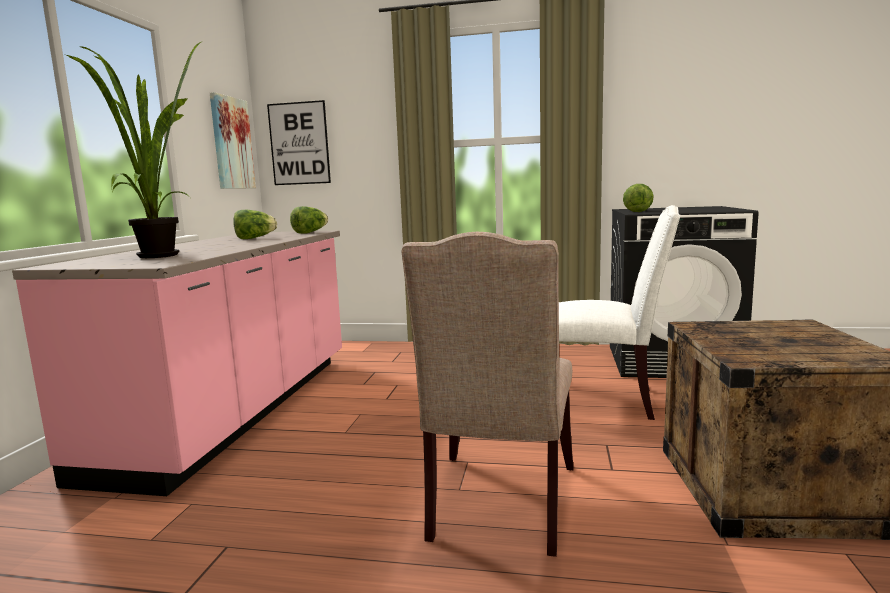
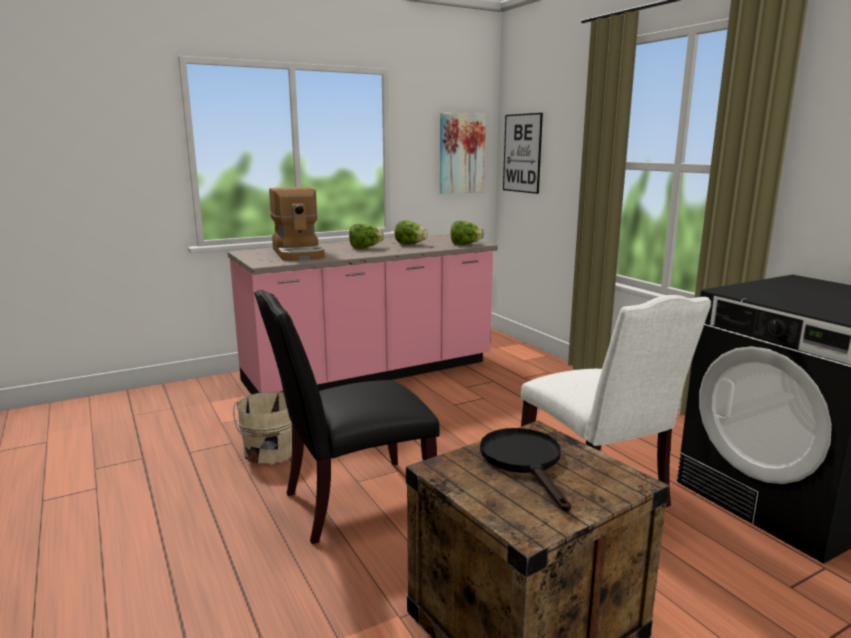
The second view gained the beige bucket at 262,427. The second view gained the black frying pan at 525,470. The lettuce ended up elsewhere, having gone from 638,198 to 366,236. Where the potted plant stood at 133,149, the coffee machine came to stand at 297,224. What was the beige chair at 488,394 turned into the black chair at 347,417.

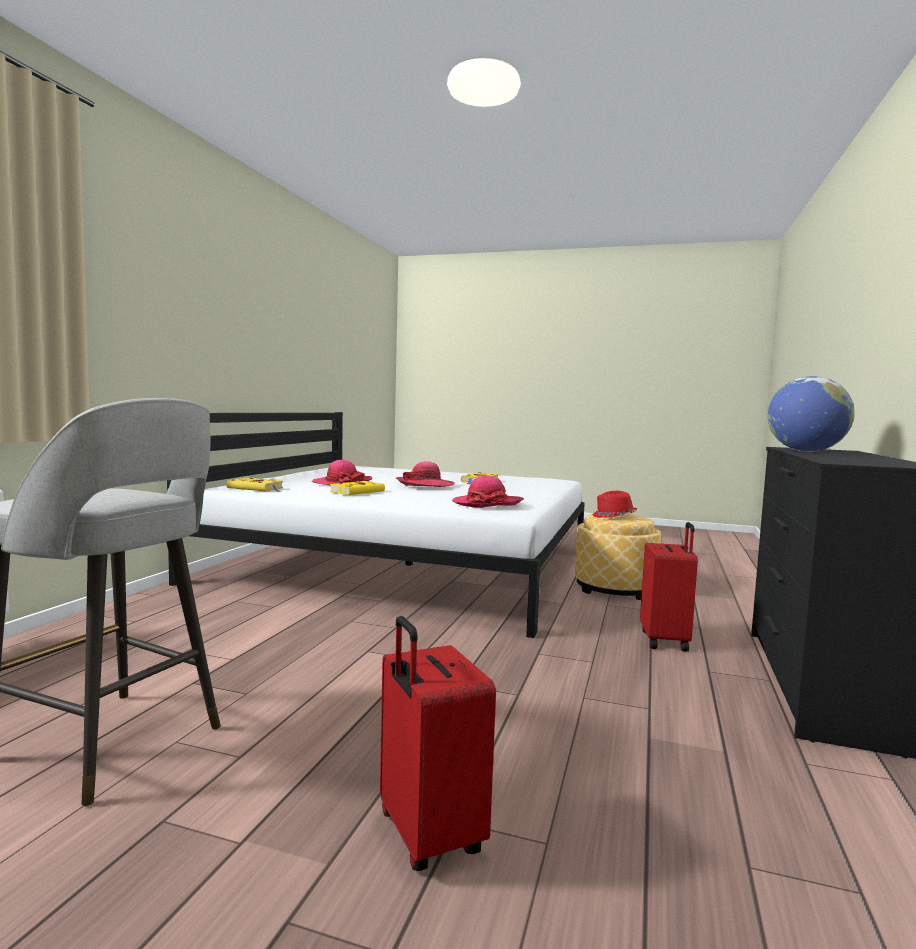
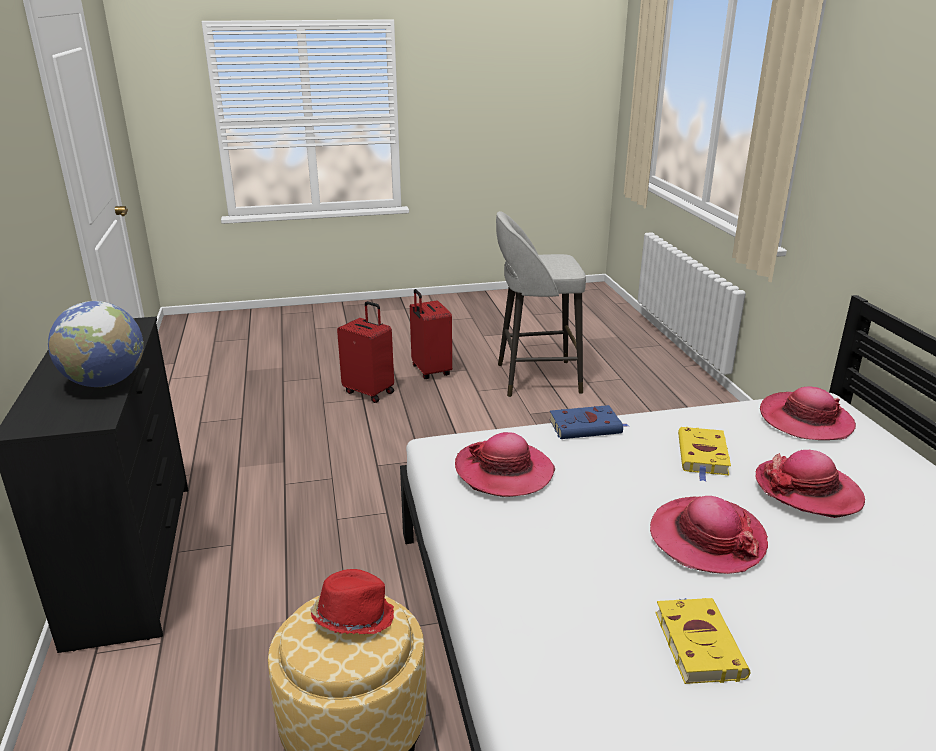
The second view gained the blue book at 588,422. The red suitcase ended up elsewhere, having gone from 669,587 to 431,334. Where the yellow book stood at 254,484, the hat came to stand at 808,413.

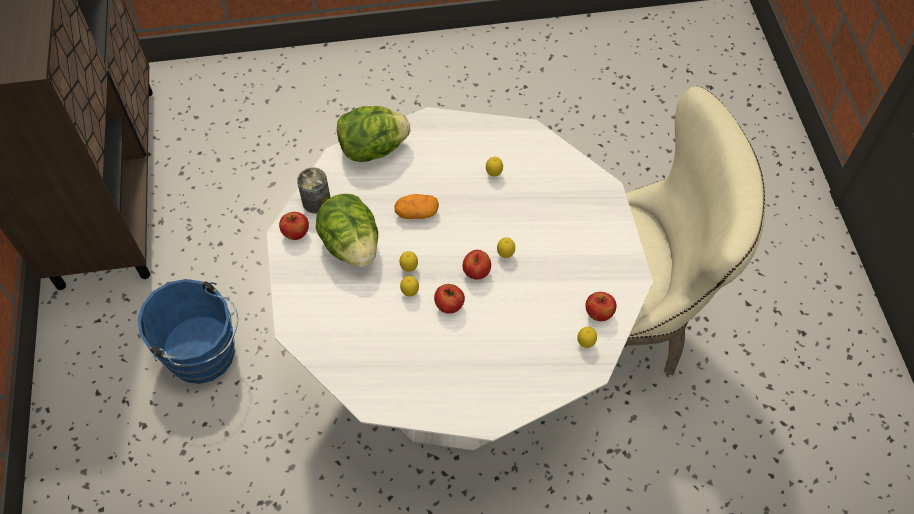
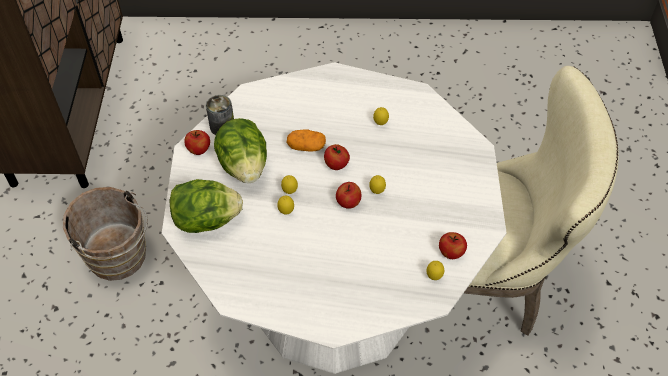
The lettuce ended up elsewhere, having gone from 373,134 to 206,206. The apple ended up elsewhere, having gone from 449,299 to 337,157. What was the blue bucket at 188,331 turned into the brown bucket at 105,234.

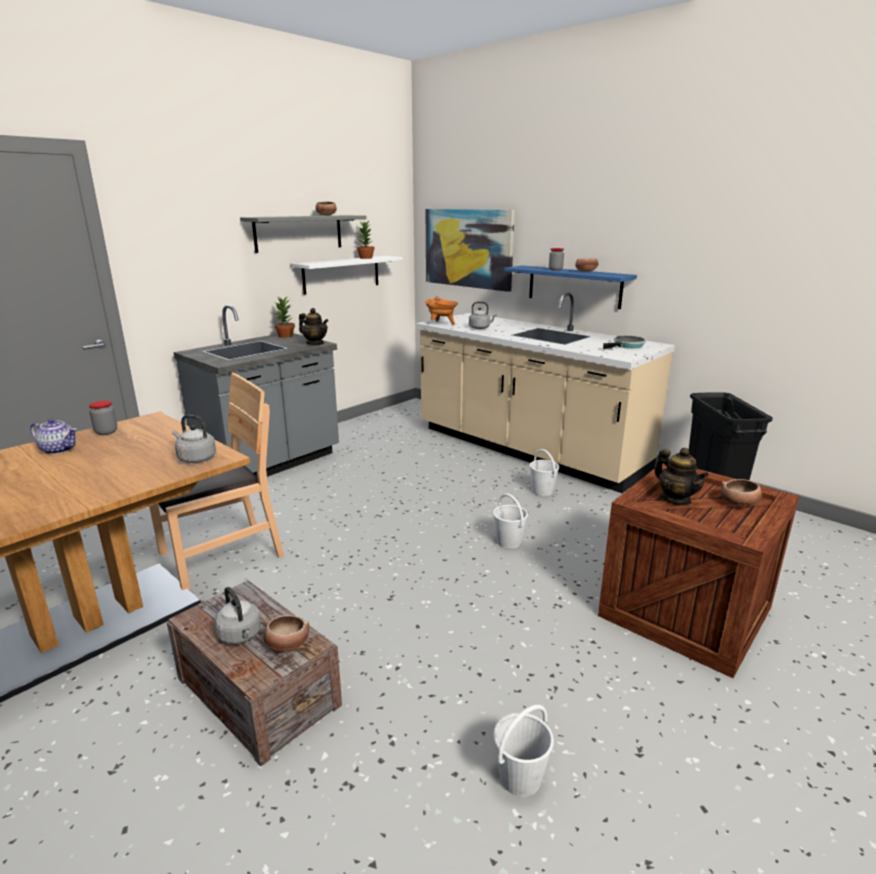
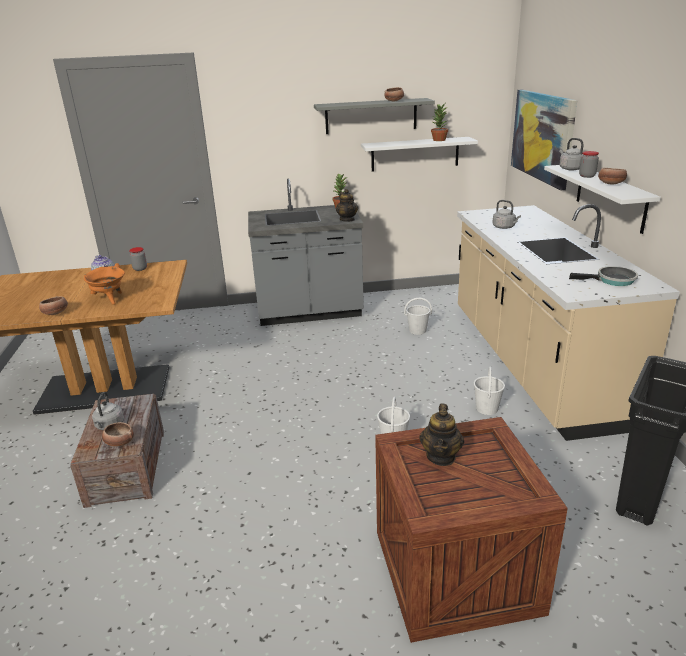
The second view lost the brown chair at 216,482. The grey kettle ended up elsewhere, having gone from 194,439 to 571,154. The orange cooking pot ended up elsewhere, having gone from 441,310 to 104,284. The white bucket ended up elsewhere, having gone from 523,751 to 418,316. The bowl ended up elsewhere, having gone from 741,493 to 53,305. What was the blue shelf at 570,287 turned into the white shelf at 602,199.

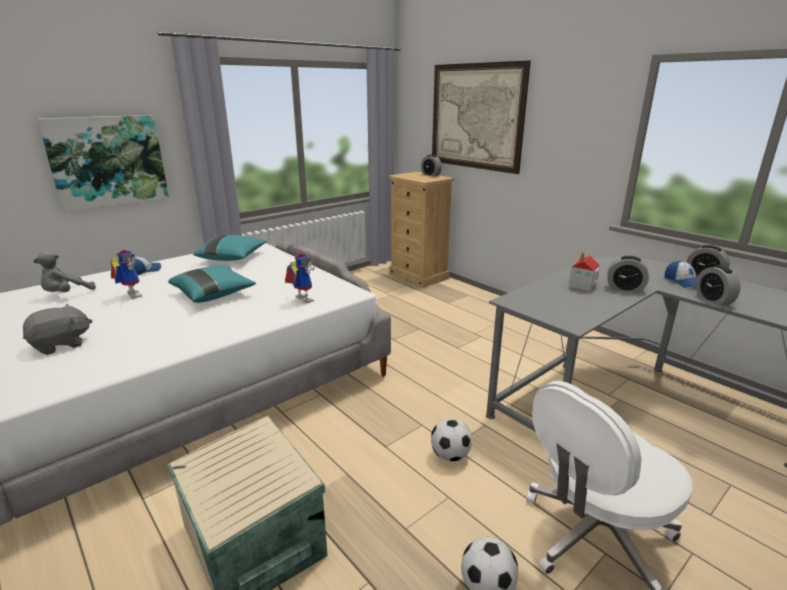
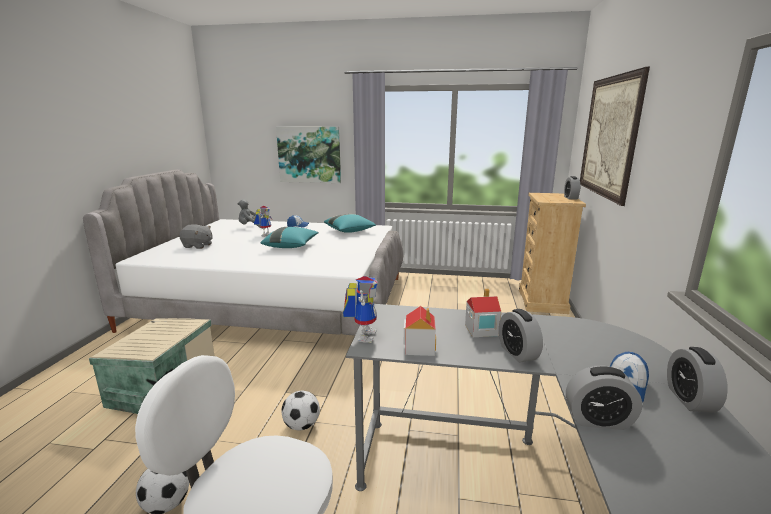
The second view gained the toy house at 420,331. The toy robot ended up elsewhere, having gone from 300,278 to 360,309. The alarm clock at 718,285 ended up facing another way, 120 degrees counterclockwise from before.

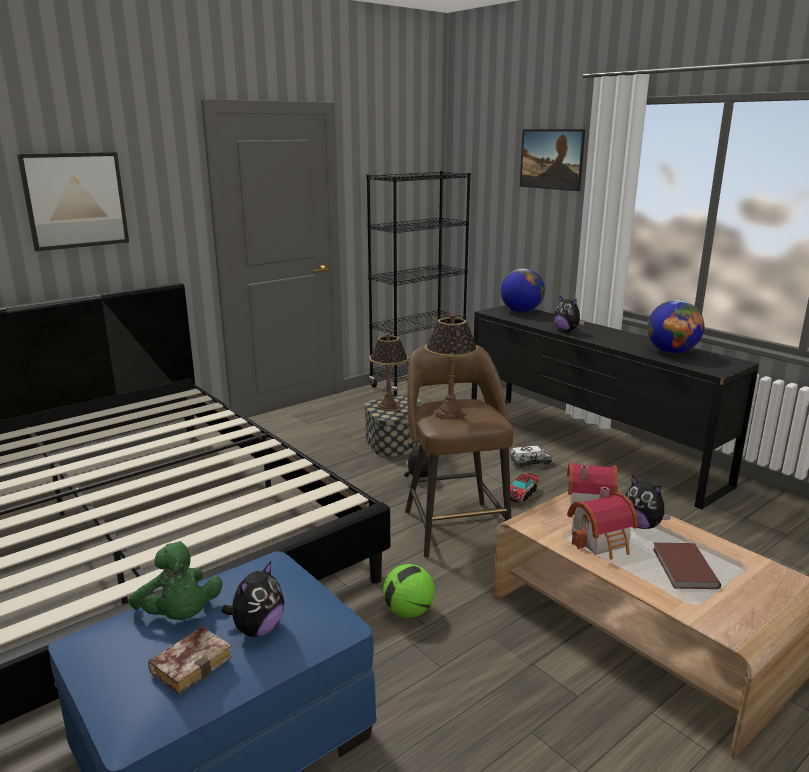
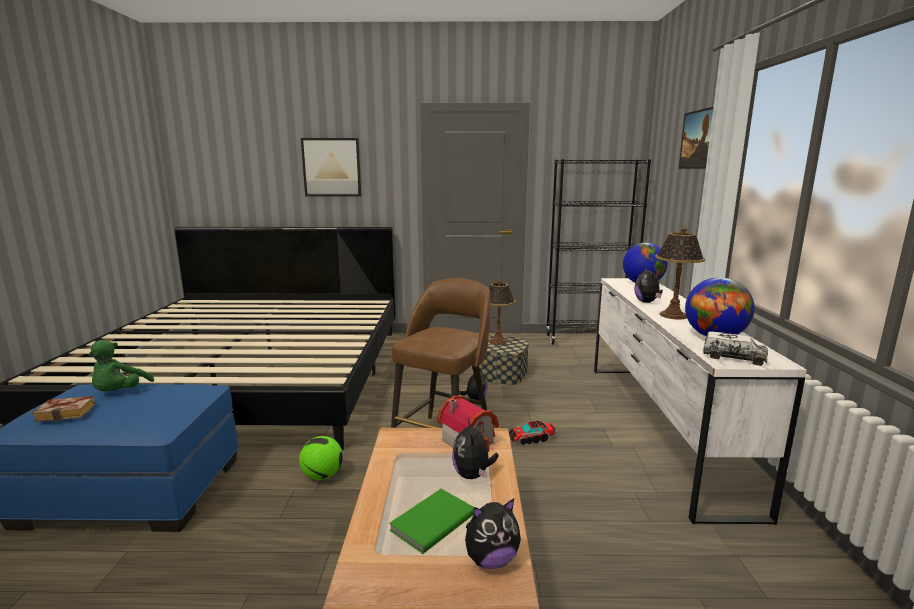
The second view lost the toy house at 602,523. The plush toy ended up elsewhere, having gone from 253,599 to 493,534. The table lamp ended up elsewhere, having gone from 452,366 to 680,273. The toy truck ended up elsewhere, having gone from 531,457 to 735,348. What was the black dresser at 615,407 turned into the white dresser at 700,401. What was the brown book at 687,566 turned into the green book at 431,521.

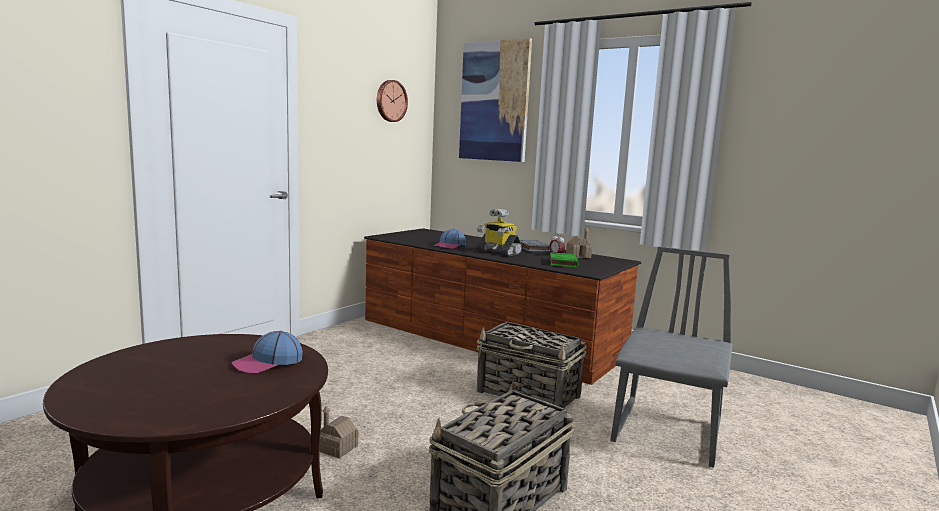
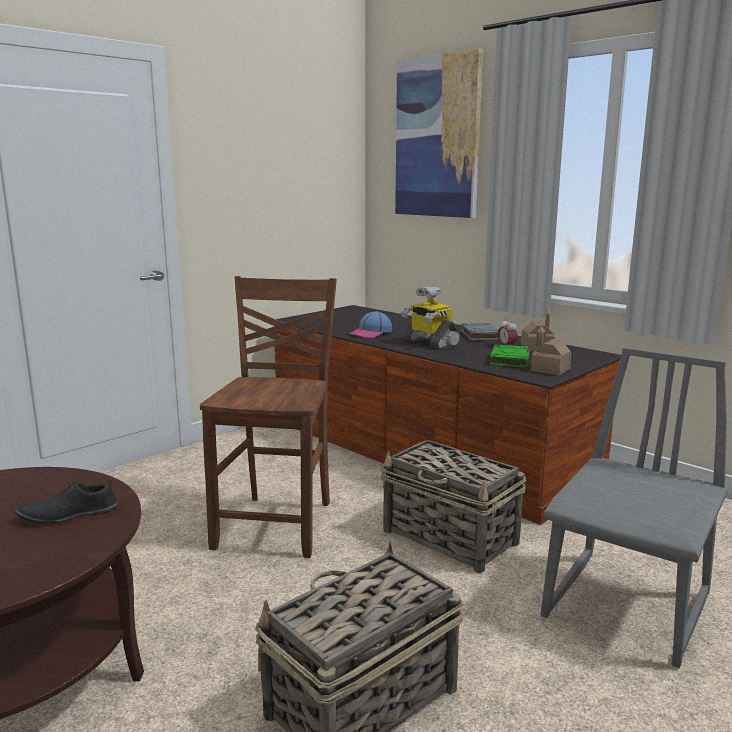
The second view lost the wall clock at 392,101. The second view gained the brown chair at 268,417. The toy house ended up elsewhere, having gone from 339,432 to 551,351. Where the cap stood at 267,351, the black shoe came to stand at 66,500.

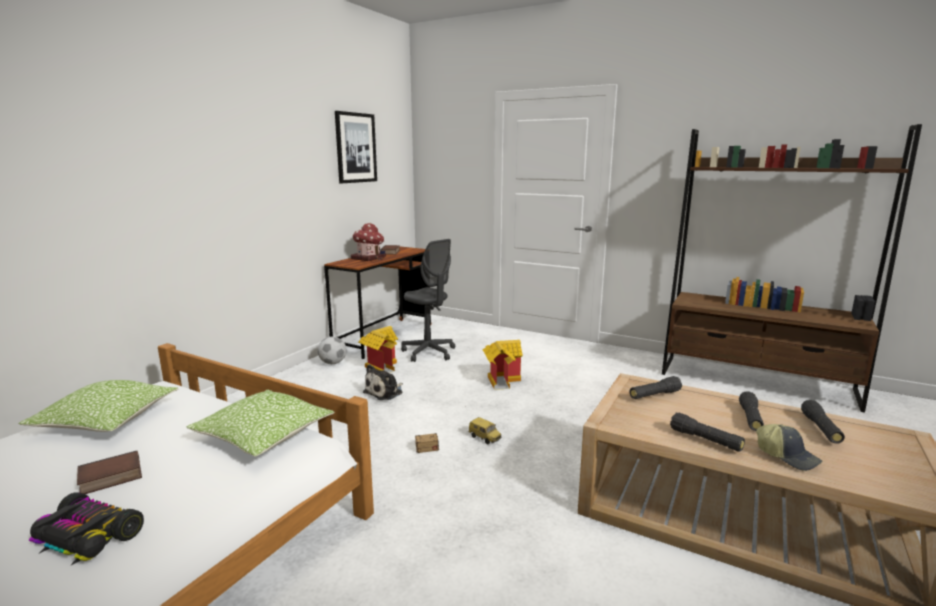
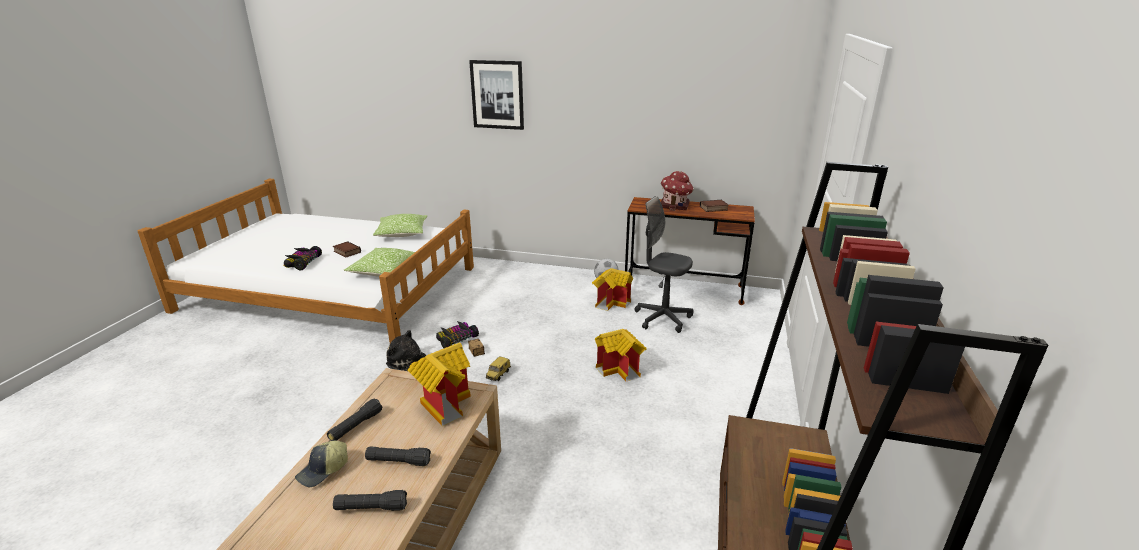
The second view gained the toy car at 457,334. The picture ended up elsewhere, having gone from 356,147 to 496,95. The plush toy ended up elsewhere, having gone from 383,382 to 406,350. Where the black flashlight stood at 656,387, the toy house came to stand at 439,384. The grey office chair at 428,300 ended up facing another way, 90 degrees clockwise from before.

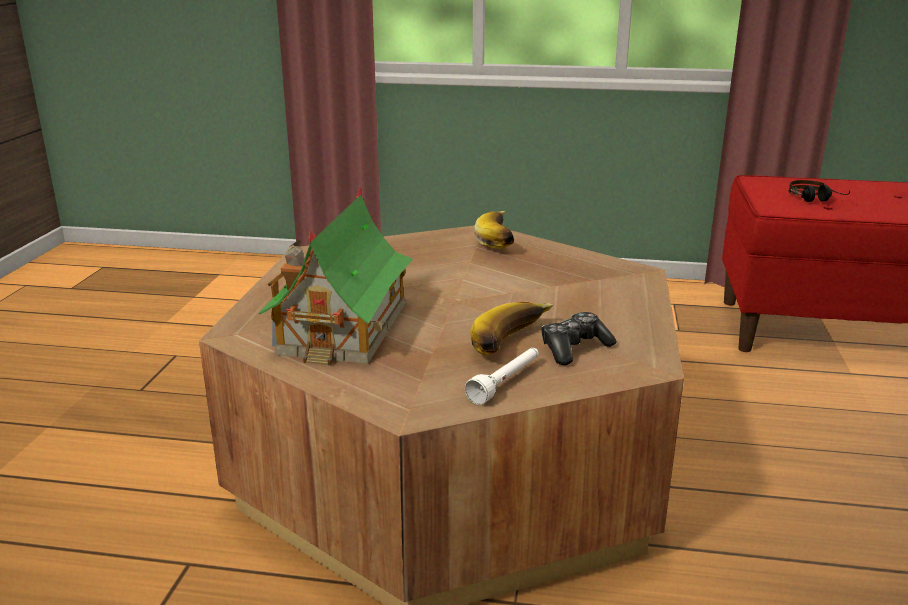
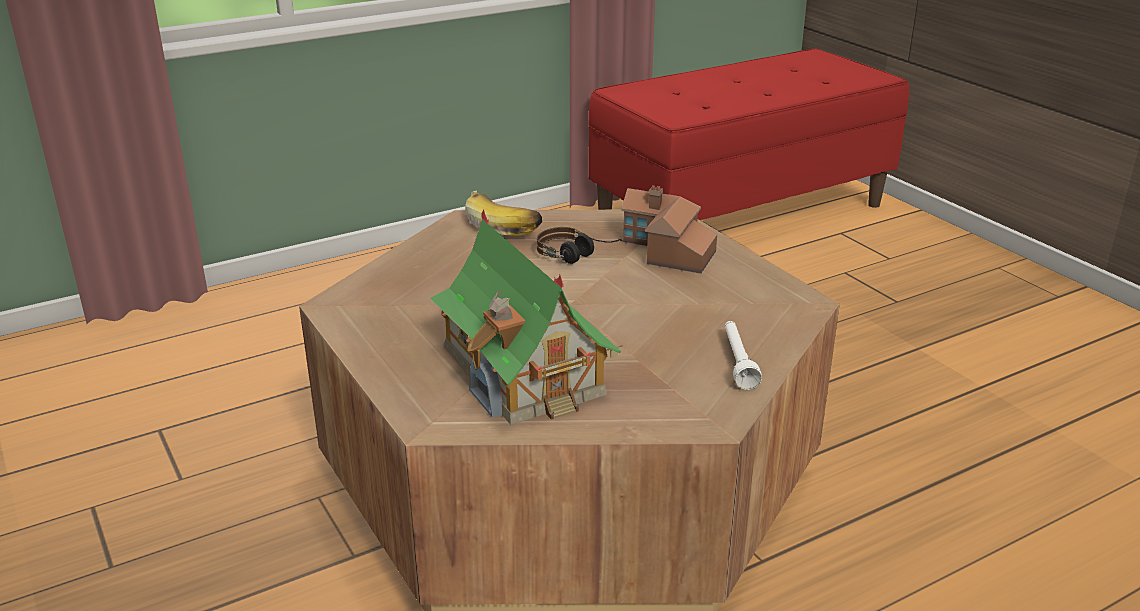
The second view lost the banana at 512,328. The second view lost the game controller at 579,338. The second view gained the toy house at 669,229. The headphones ended up elsewhere, having gone from 819,191 to 580,245.

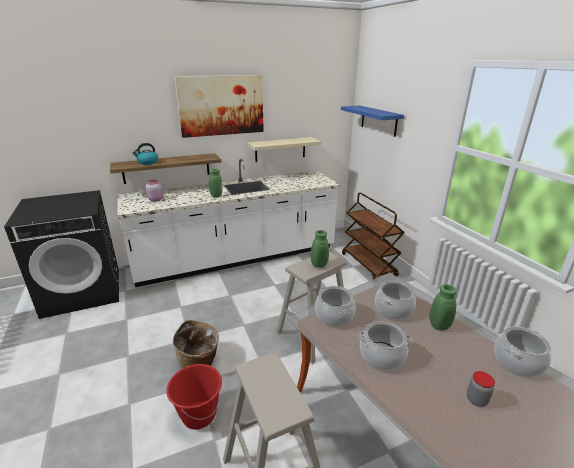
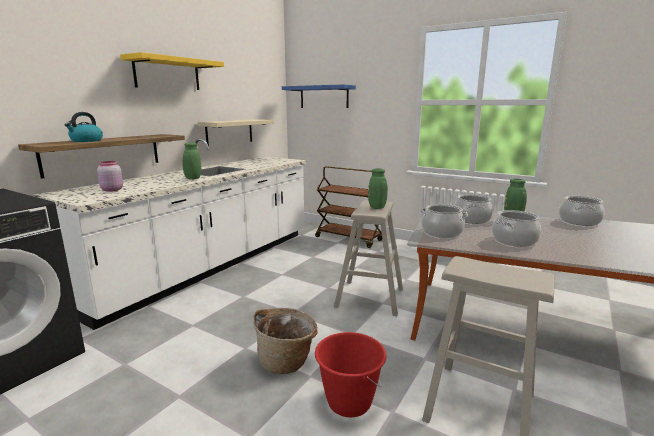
The second view lost the jar at 481,389. Where the picture hung at 219,106, the yellow shelf came to hang at 172,71.

